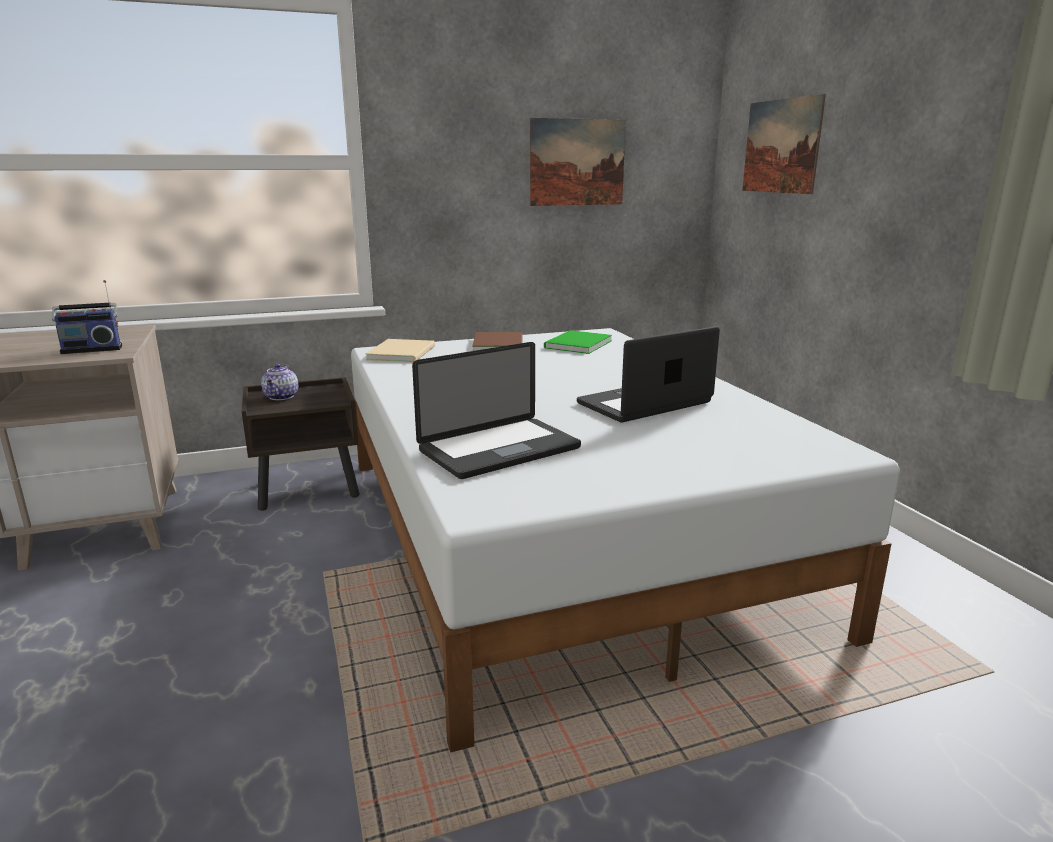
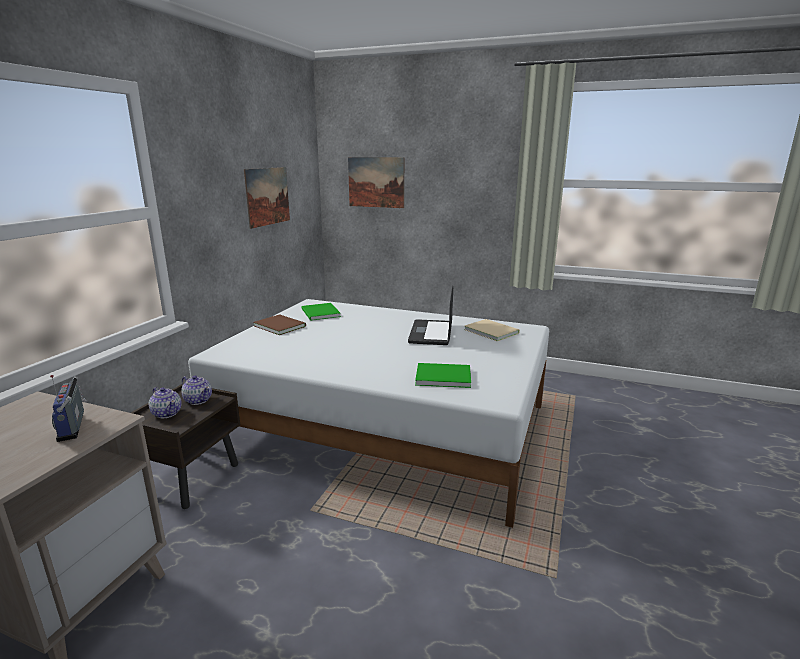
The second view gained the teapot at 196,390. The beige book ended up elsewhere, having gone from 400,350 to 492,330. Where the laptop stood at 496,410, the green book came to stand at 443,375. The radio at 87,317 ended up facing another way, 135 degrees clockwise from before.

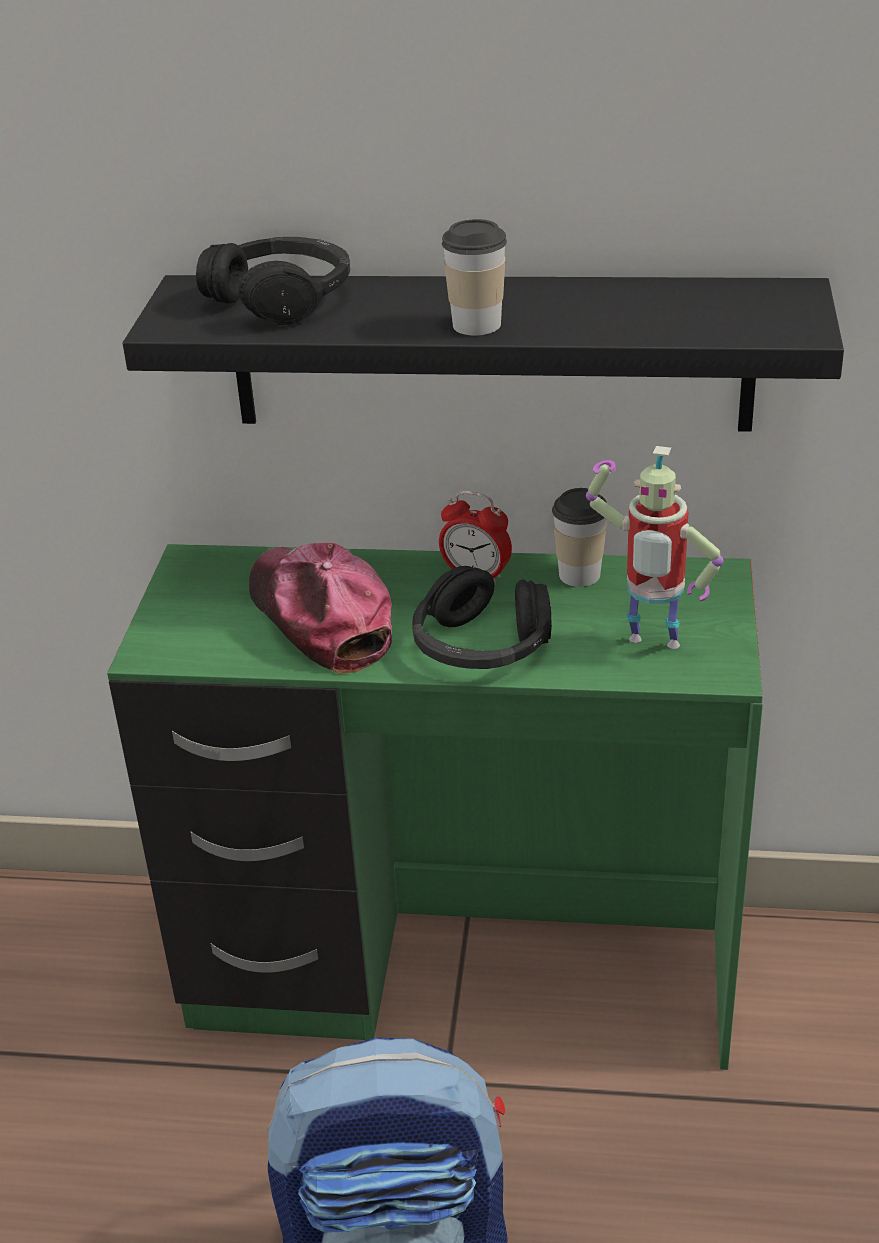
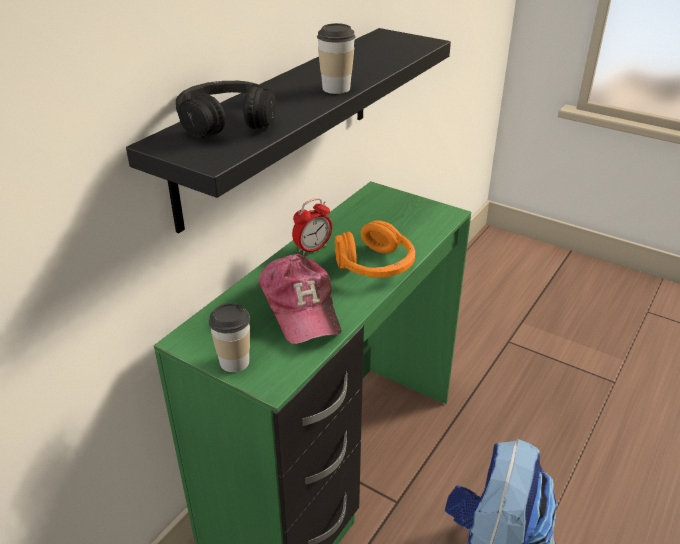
The second view lost the toy robot at 655,547. The cup ended up elsewhere, having gone from 579,537 to 229,338. What was the black headphones at 482,617 turned into the orange headphones at 375,248. The cap at 320,608 ended up facing another way, 105 degrees counterclockwise from before.

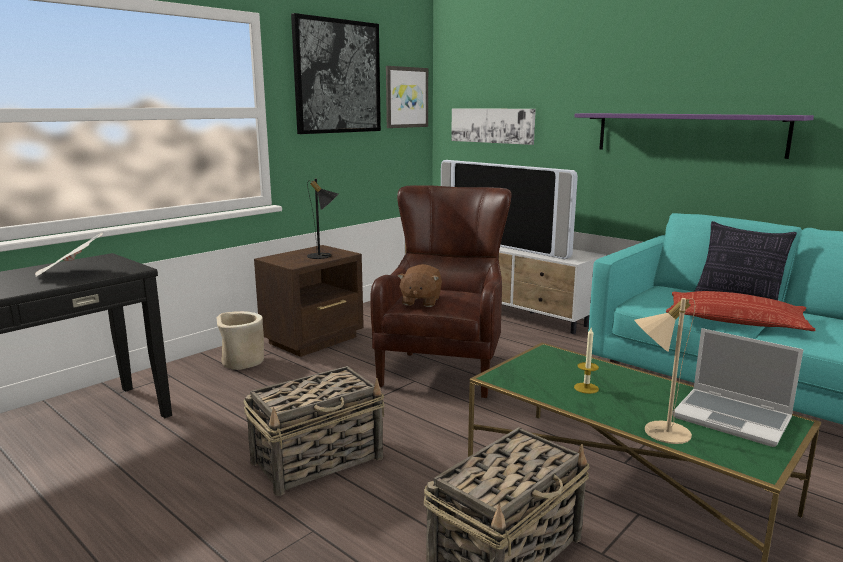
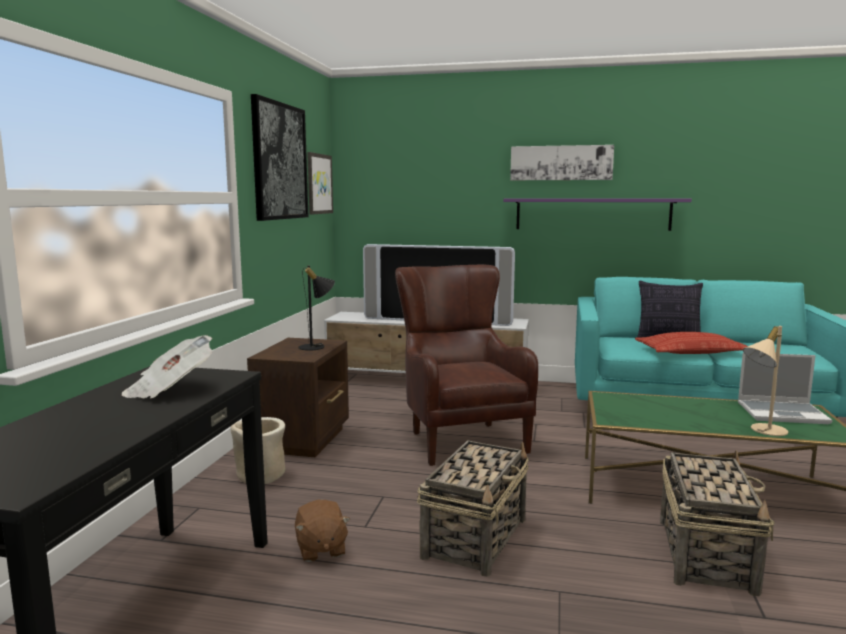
The second view lost the candle at 586,361. The brown plush toy ended up elsewhere, having gone from 420,285 to 322,531. The picture ended up elsewhere, having gone from 493,126 to 562,162.

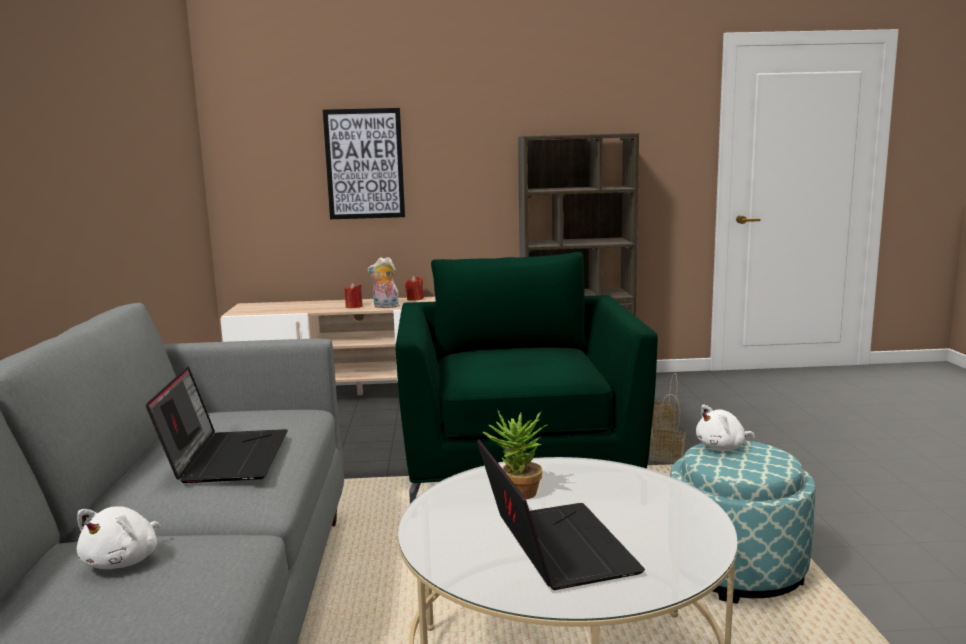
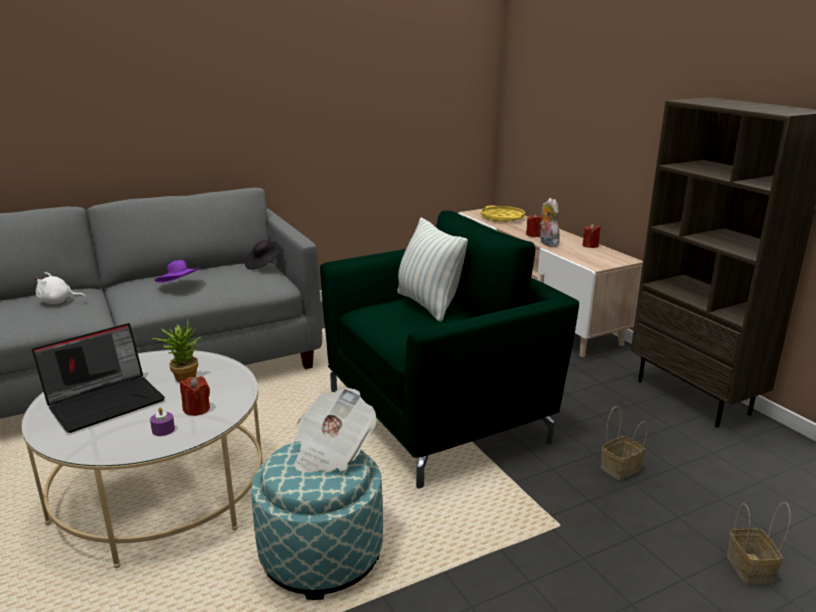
The second view lost the picture at 364,163. The second view gained the purple candle at 162,421. The second view gained the red candle at 195,396. The second view gained the black hat at 264,255. The second view gained the pillow at 432,270. The second view gained the yellow tray at 503,213. The basket ended up elsewhere, having gone from 667,429 to 759,543. Where the laptop stood at 217,425, the purple hat came to stand at 178,271. Where the white plush toy stood at 725,427, the newspaper came to stand at 335,430.

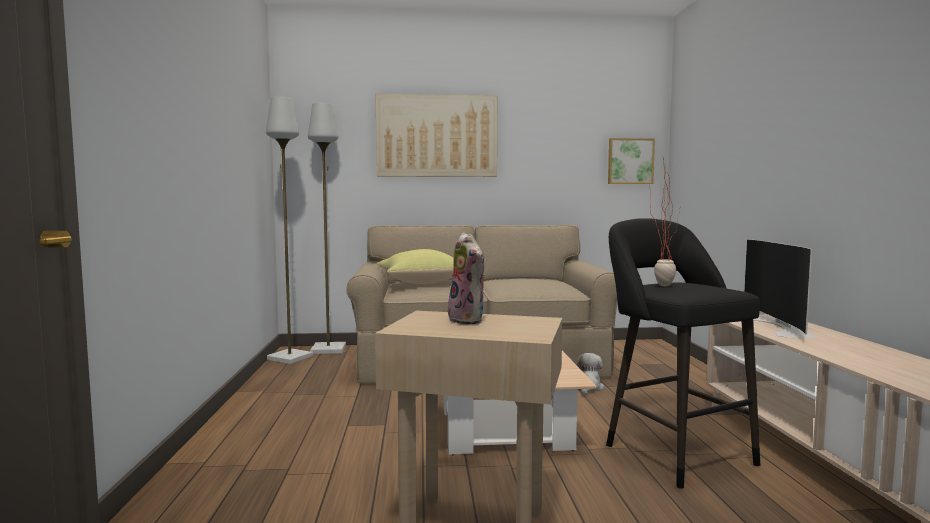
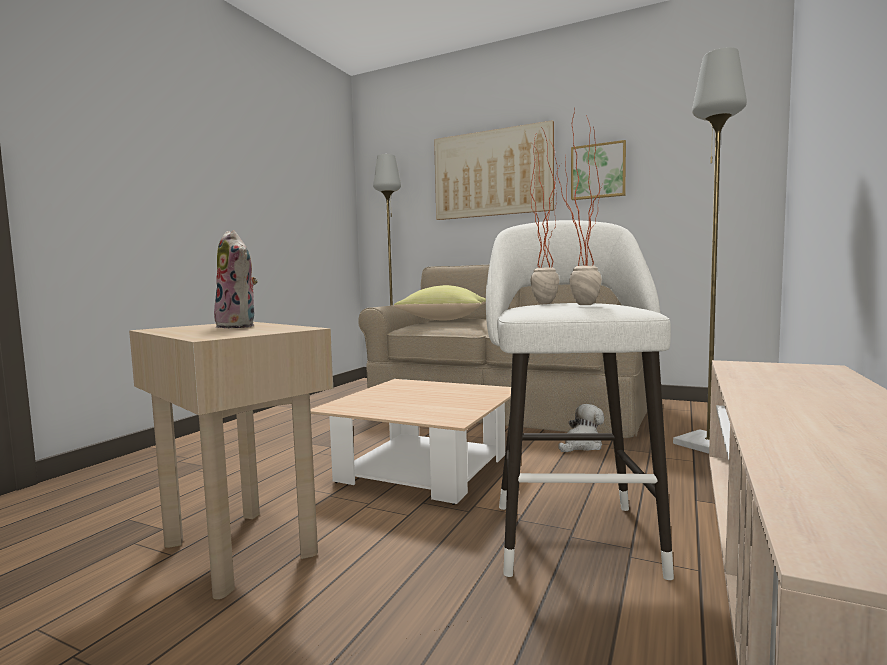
The second view lost the television at 779,288. The second view gained the potted plant at 575,207. The grey floor lamp ended up elsewhere, having gone from 289,230 to 710,250. The picture ended up elsewhere, having gone from 631,161 to 598,170. What was the black stool at 683,353 turned into the white stool at 580,400. The plush toy at 467,278 ended up facing another way, 45 degrees counterclockwise from before.

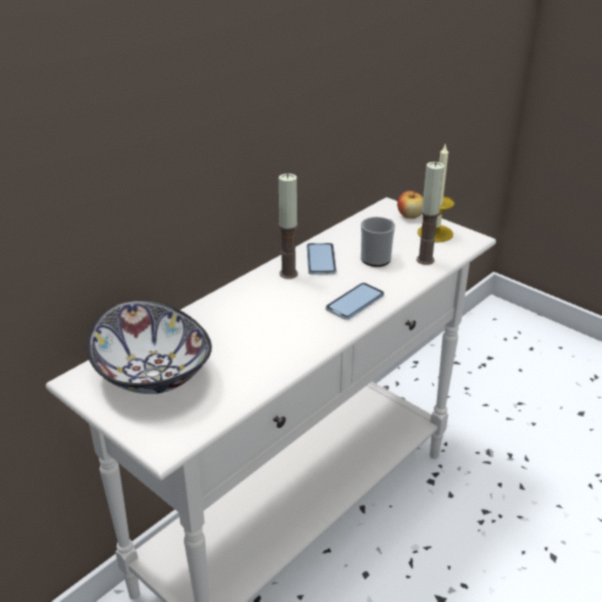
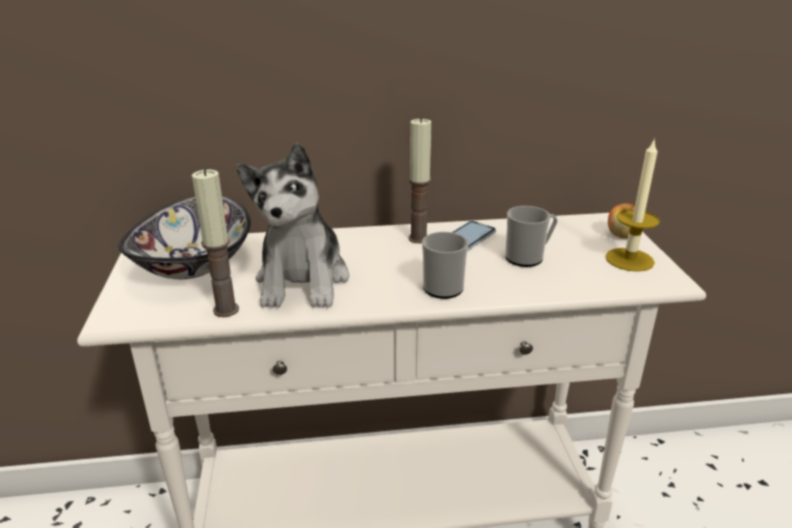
The second view gained the plush toy at 293,225. The candle ended up elsewhere, having gone from 430,213 to 215,243. Where the phone stood at 355,301, the mug came to stand at 445,265.

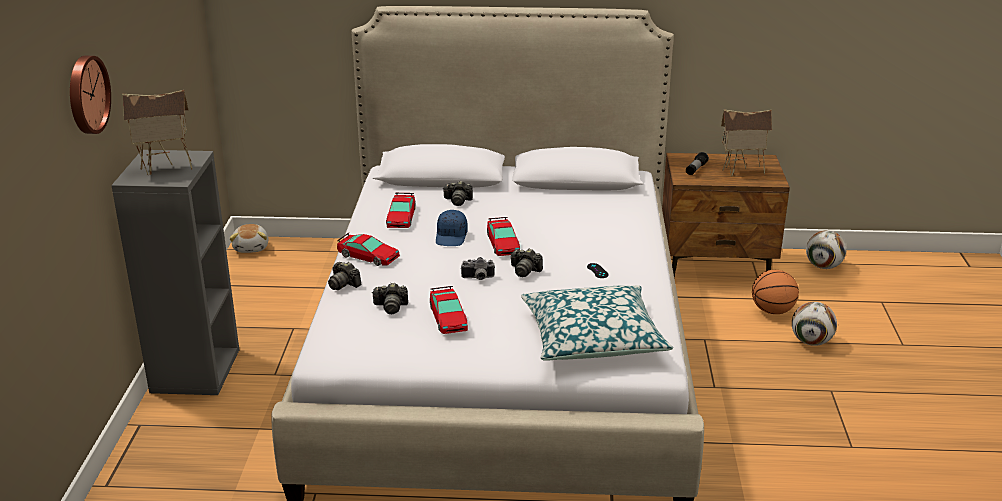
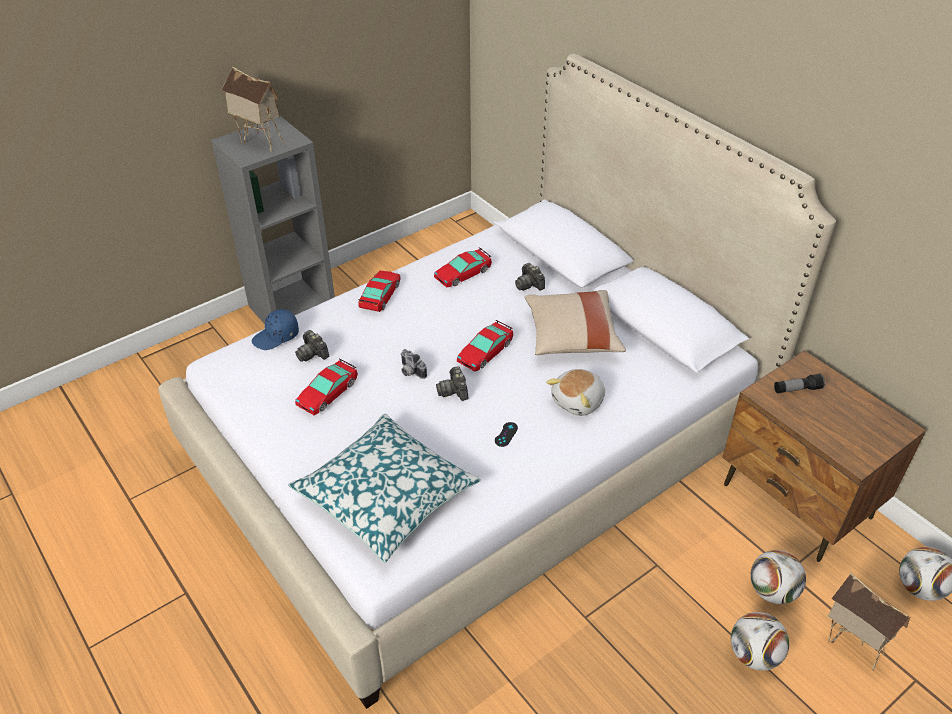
The second view lost the wall clock at 90,95. The second view lost the photo camera at 344,276. The second view gained the beige pillow at 575,322. The plush toy ended up elsewhere, having gone from 248,238 to 575,392. The blue cap ended up elsewhere, having gone from 452,228 to 275,329. The toy house ended up elsewhere, having gone from 746,142 to 869,621. Where the basketball stood at 775,292, the football came to stand at 778,577. The toy car at 368,249 ended up facing another way, 150 degrees counterclockwise from before.

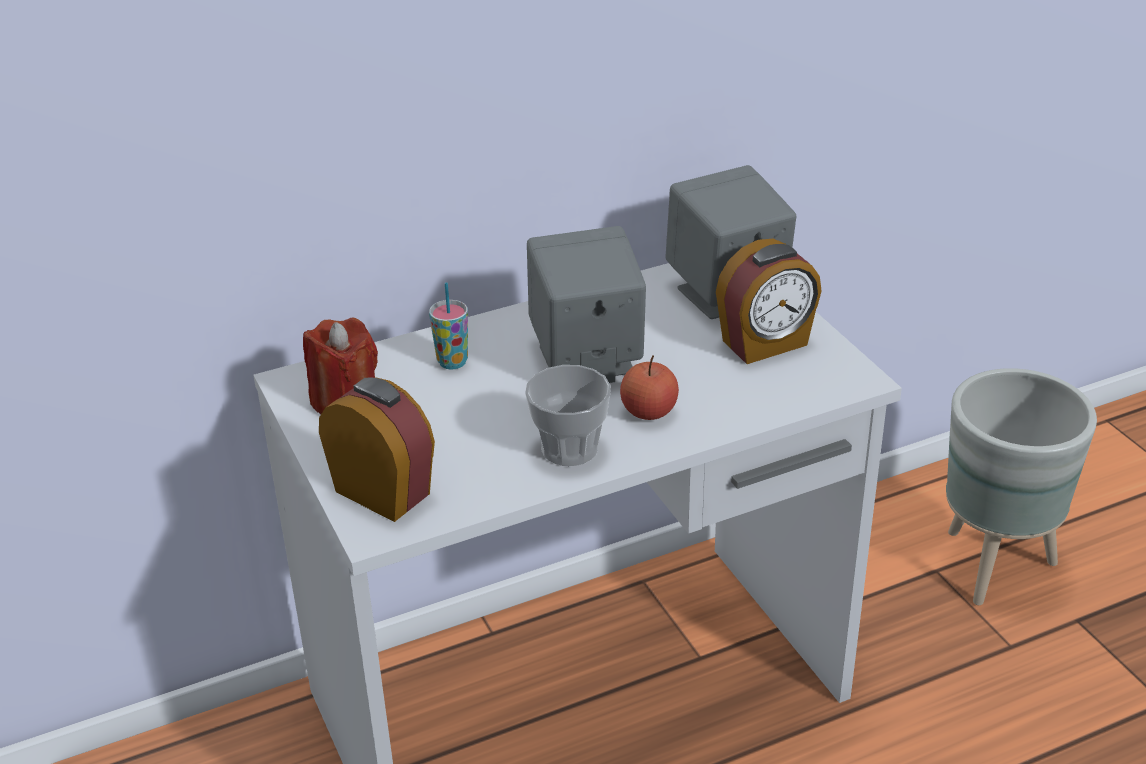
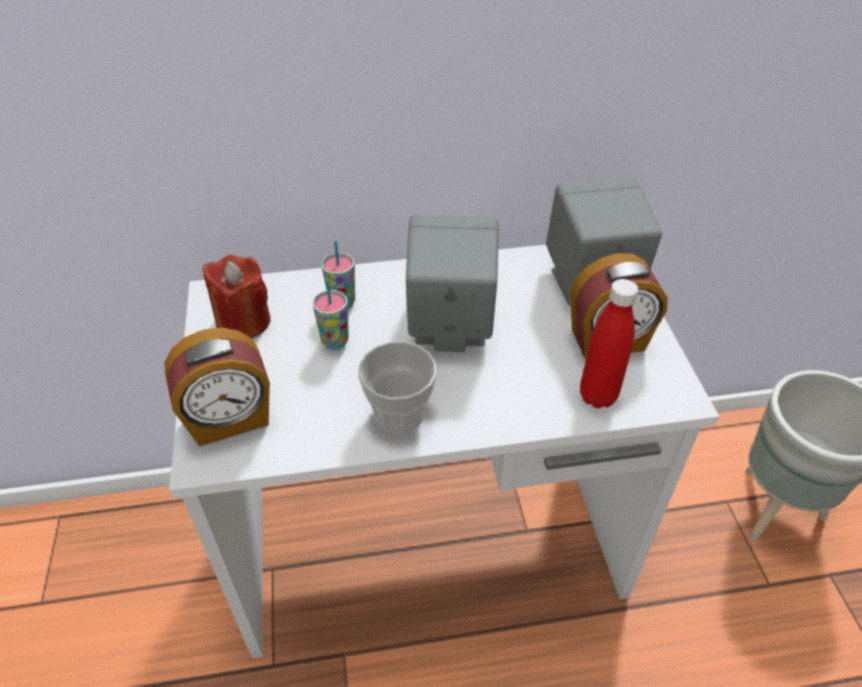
The second view lost the apple at 649,387. The second view gained the cup at 330,314. The second view gained the red bottle at 609,343. The alarm clock at 377,449 ended up facing another way, 105 degrees clockwise from before.

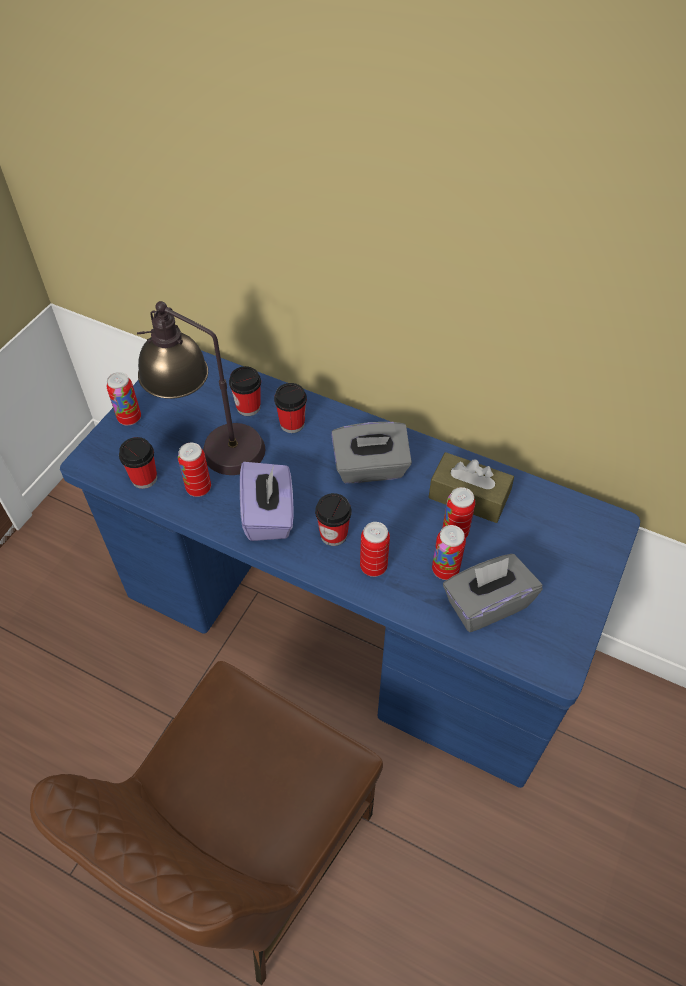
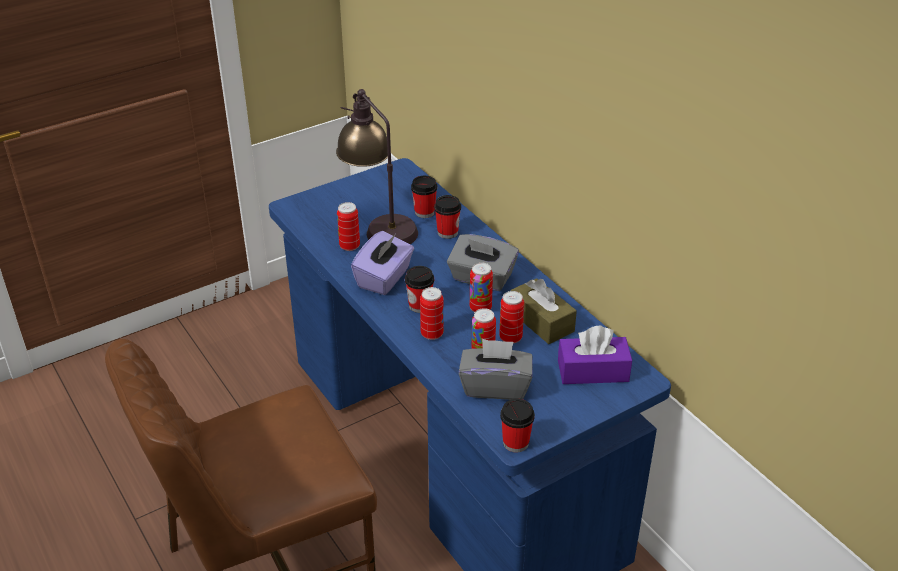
The second view gained the purple tissue box at 595,355. The can ended up elsewhere, having gone from 124,398 to 481,287. The cup ended up elsewhere, having gone from 138,463 to 517,425.

